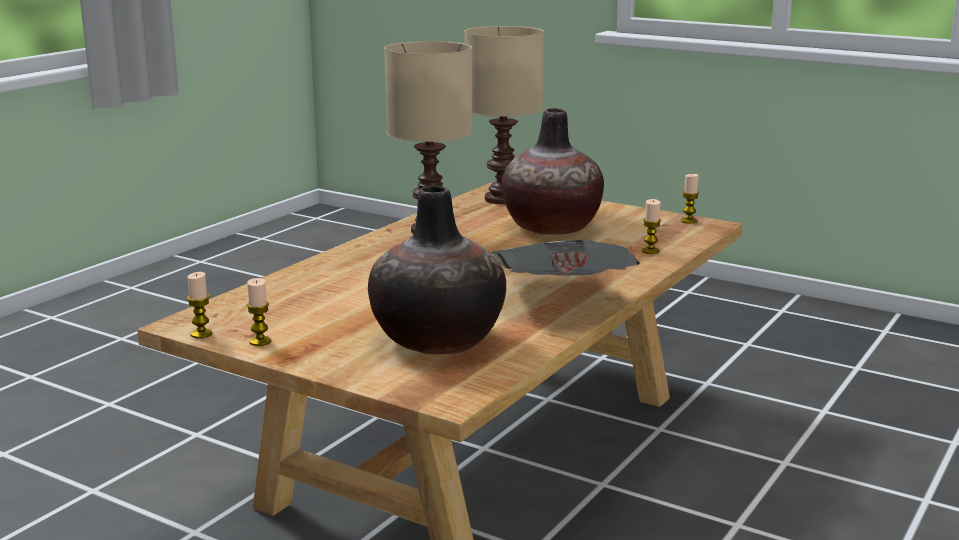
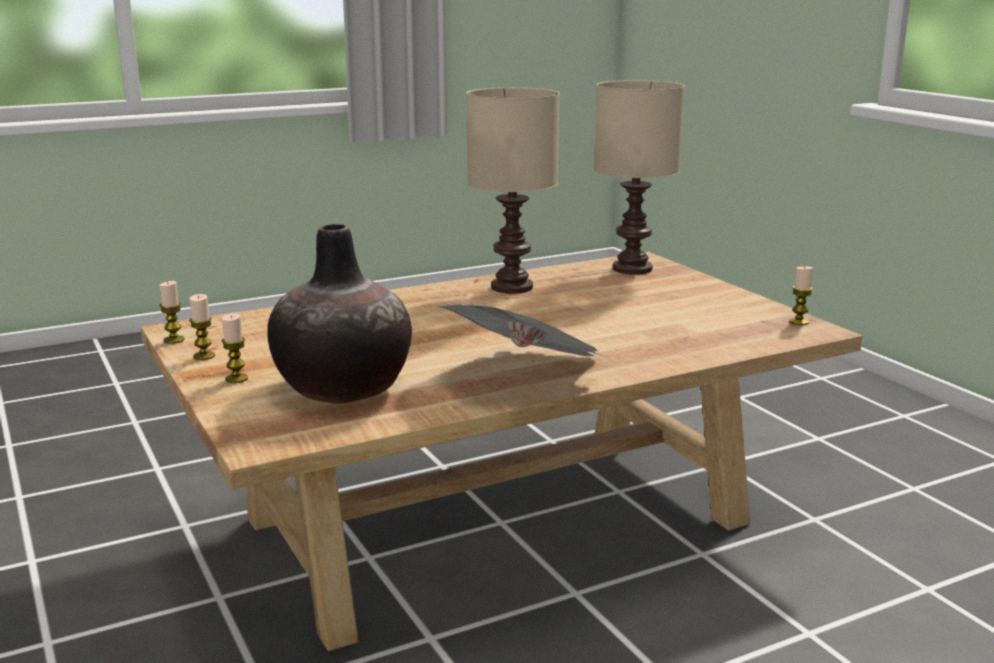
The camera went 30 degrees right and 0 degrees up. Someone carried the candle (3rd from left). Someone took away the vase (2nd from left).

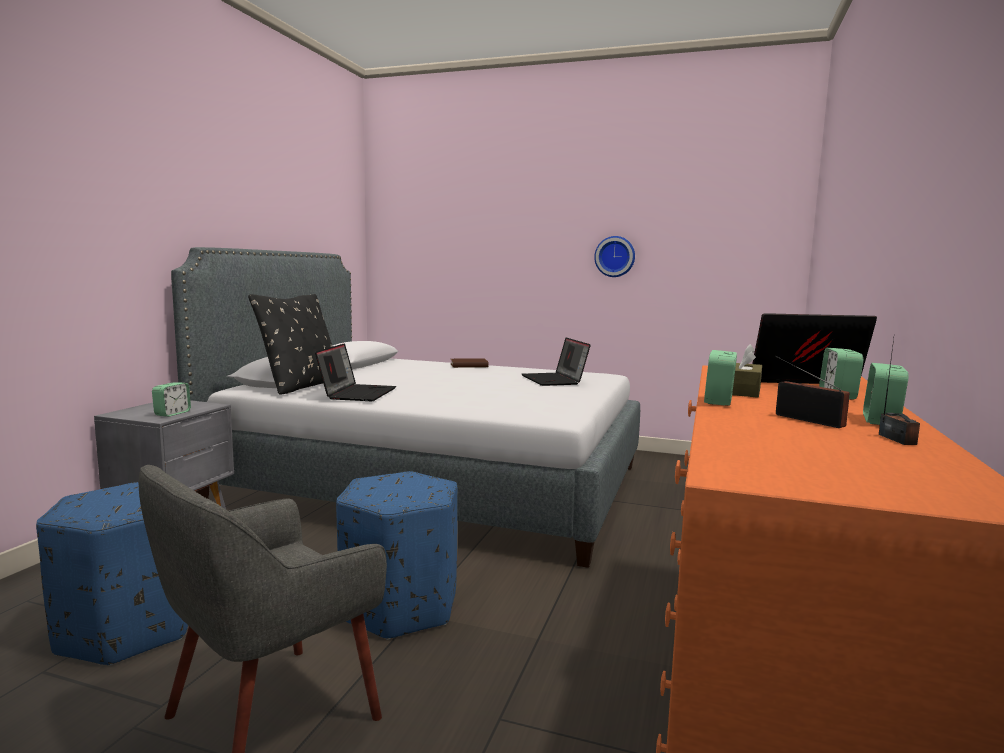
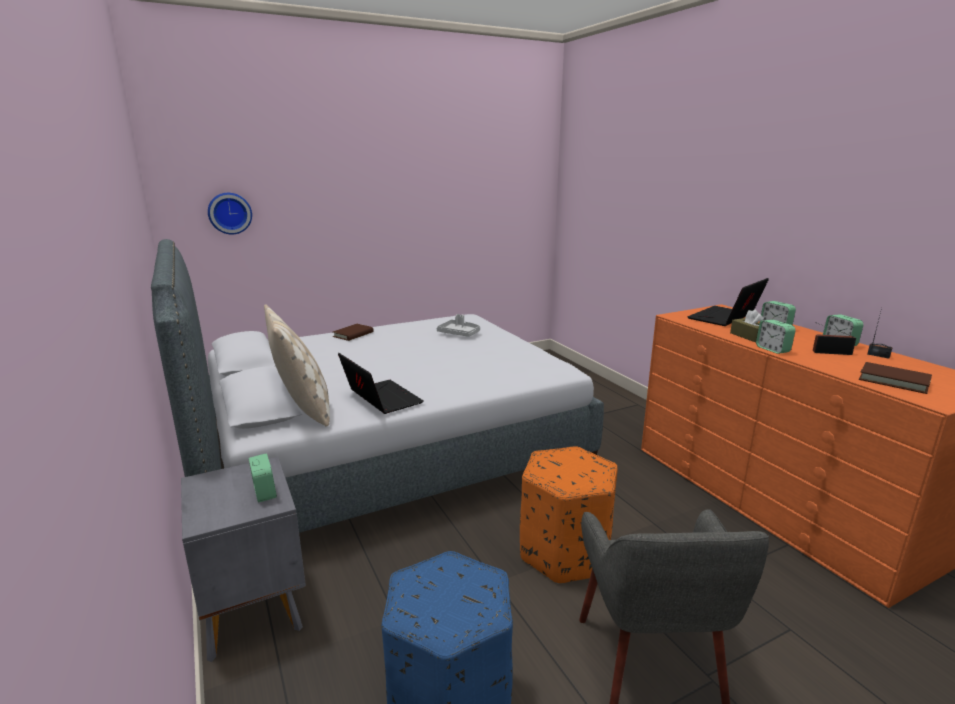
The camera went 45 degrees left and 10 degrees up. Someone carried the wall clock. Someone repainted the black pillow, which became the beige pillow. Someone swapped the laptop (2nd from left) for the grey tray. Someone repainted the blue ottoman (2nd from left), which became the orange ottoman. Someone put down the brown book (2nd from left).

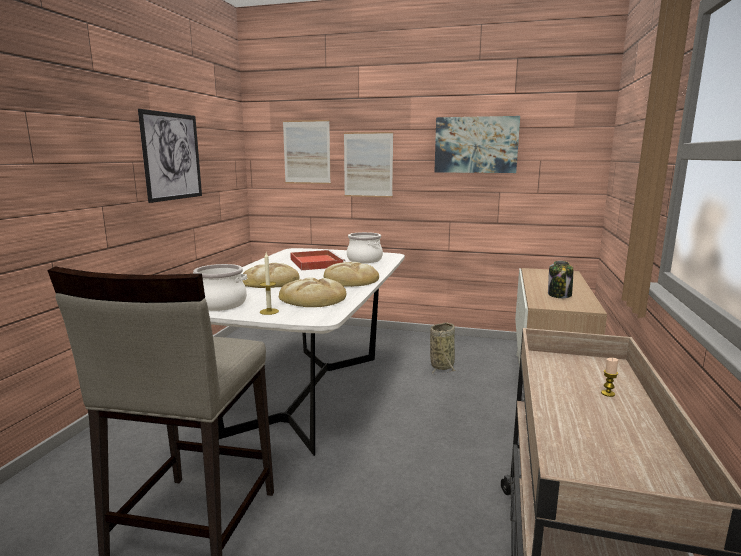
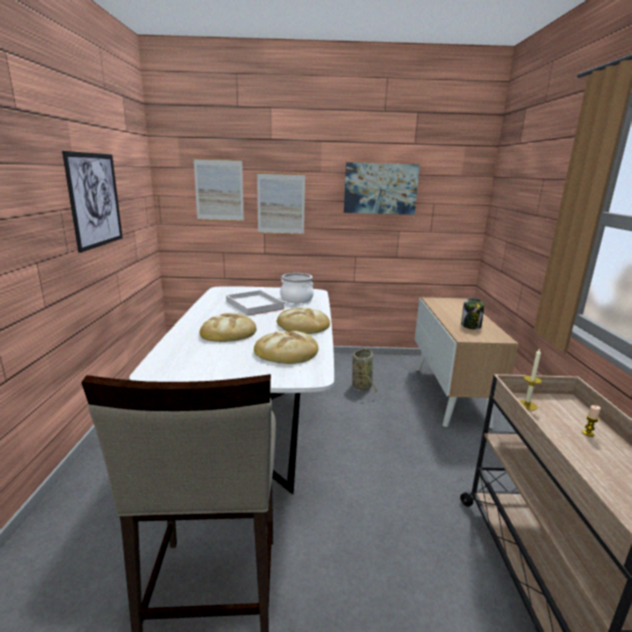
The camera went 15 degrees left and 5 degrees up. Someone repainted the red tray, which became the white tray. Someone carried the candle (1st from left). Someone took away the cooking pot (1st from left).

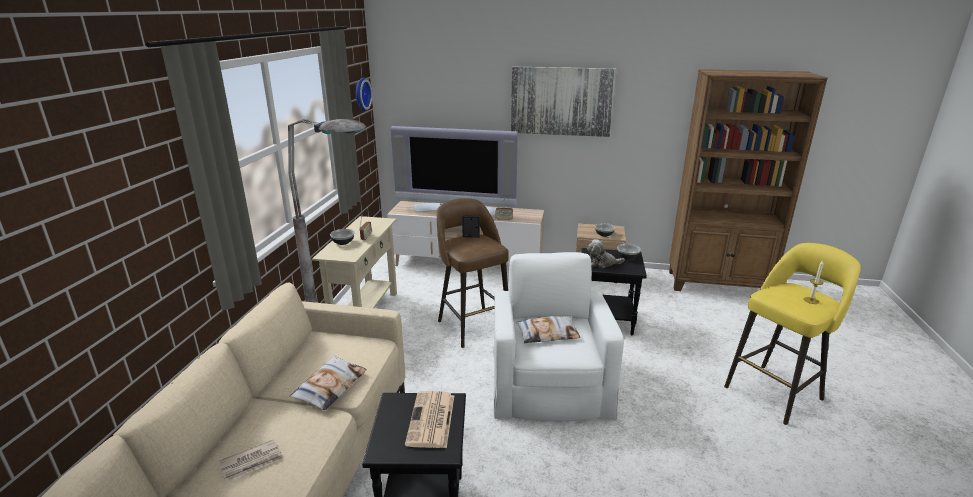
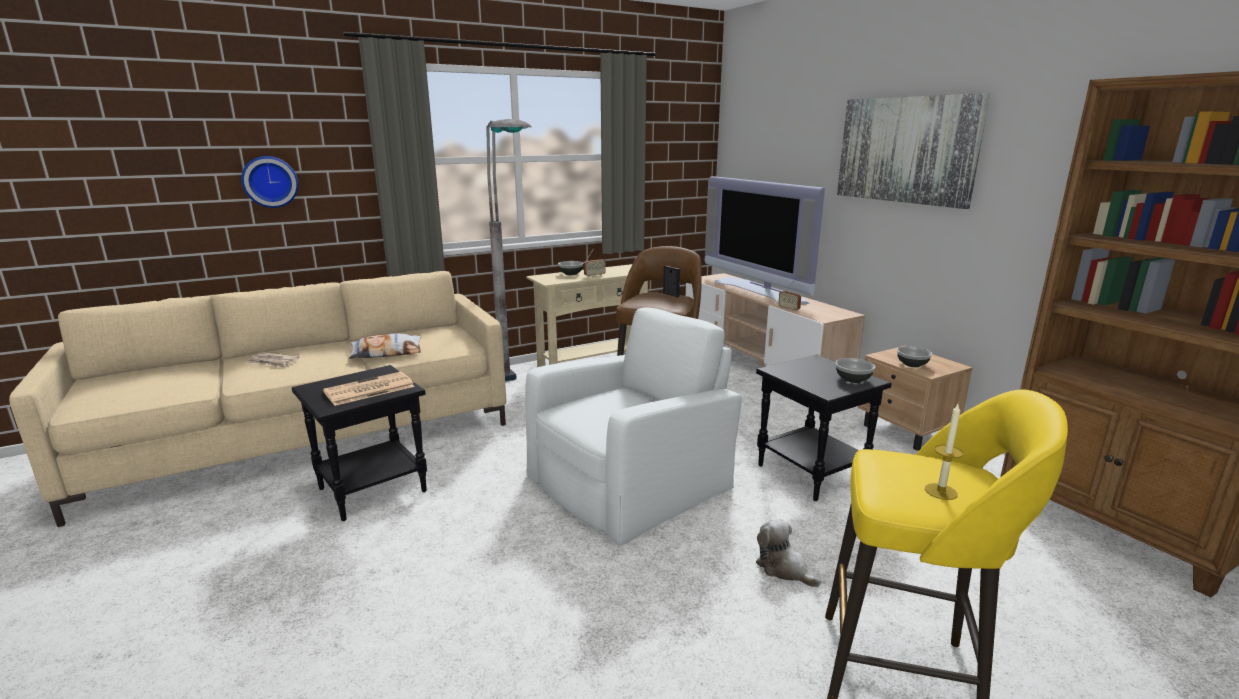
The camera went 50 degrees right and 5 degrees down. Someone carried the wall clock. Someone carried the plush toy. Someone took away the pillow (2nd from left).

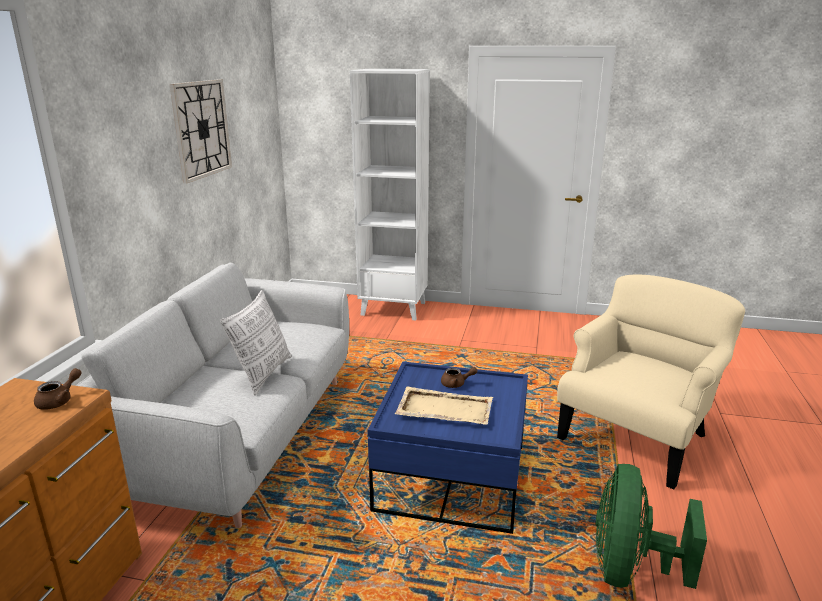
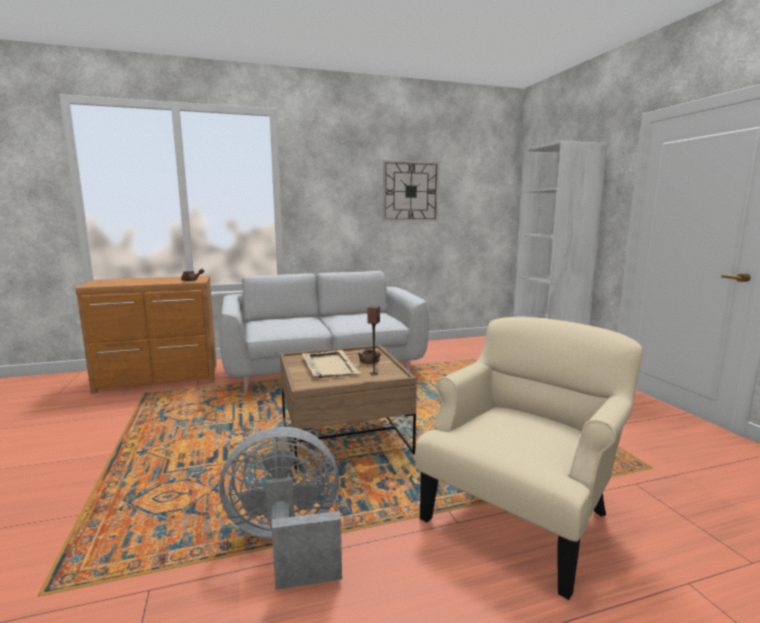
The camera went 60 degrees right and 10 degrees down. Someone repainted the green fan, which became the grey fan. Someone repainted the blue coffee table, which became the brown coffee table. Someone put down the speaker. Someone rotated the beige armchair by 60 degrees counterclockwise. Someone took away the pillow.

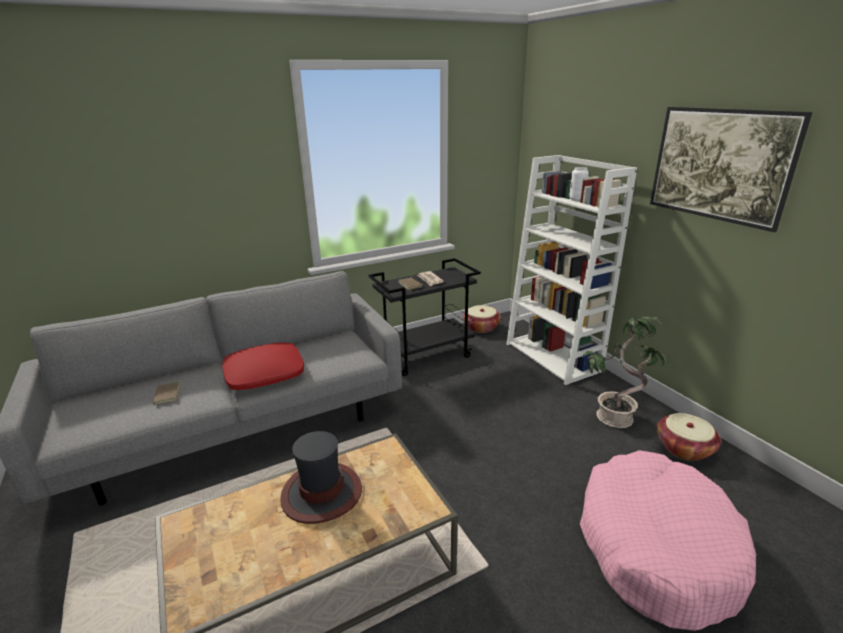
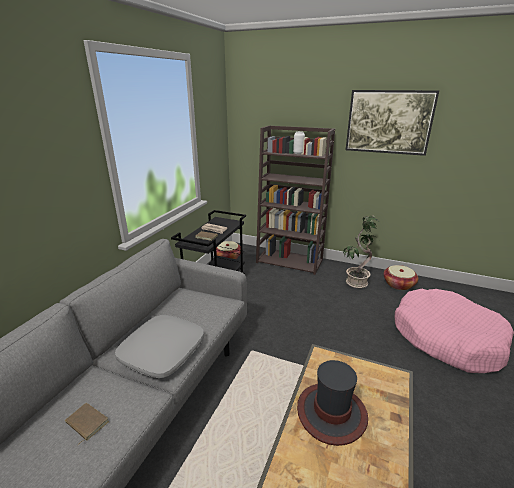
The camera went 40 degrees left and 0 degrees up. Someone repainted the red pillow, which became the grey pillow. Someone repainted the white bookcase, which became the brown bookcase.

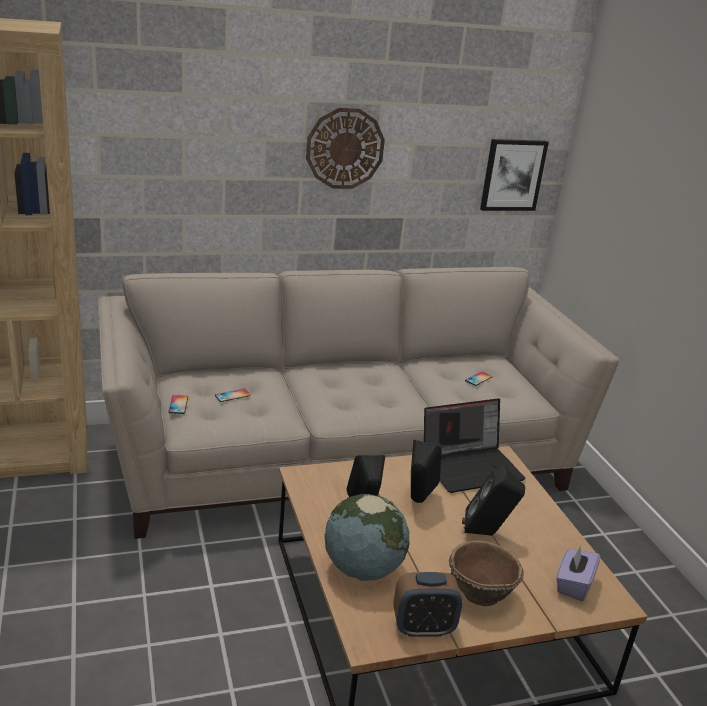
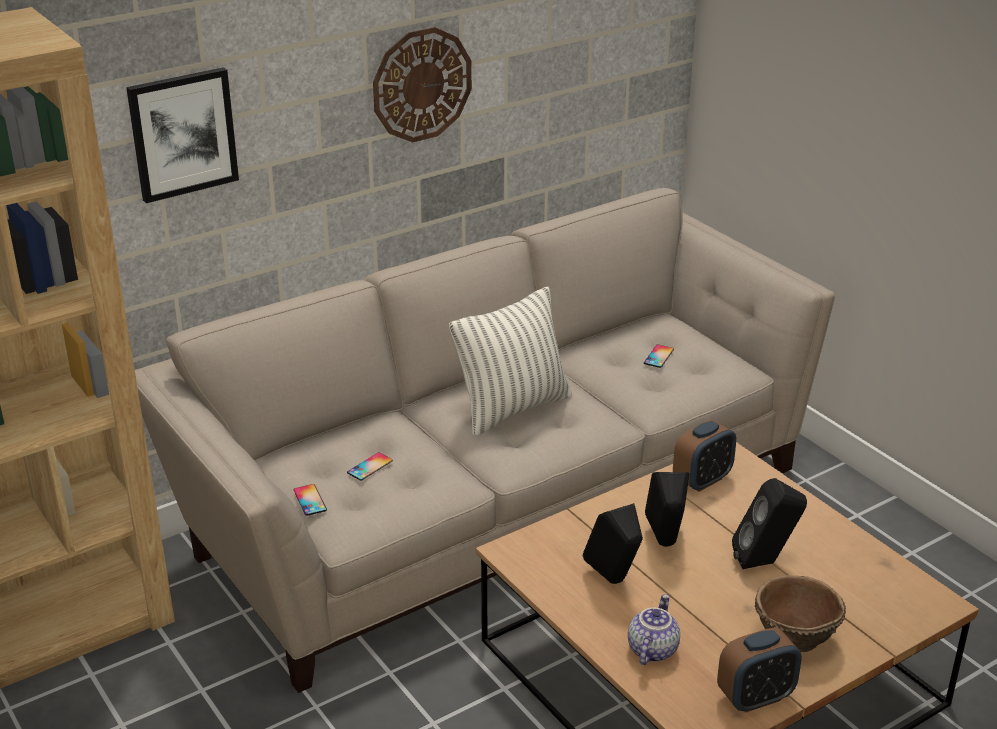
The camera went 15 degrees left and 5 degrees up. Someone carried the picture. Someone put down the pillow. Someone swapped the globe for the teapot. Someone swapped the laptop for the alarm clock (1st from left). Someone took away the purple tissue box.

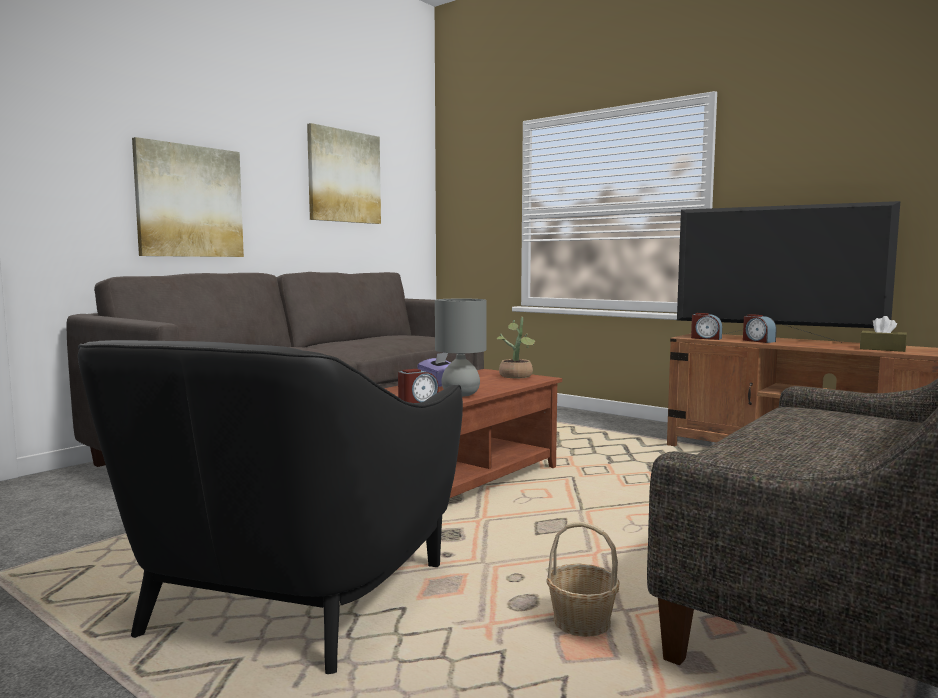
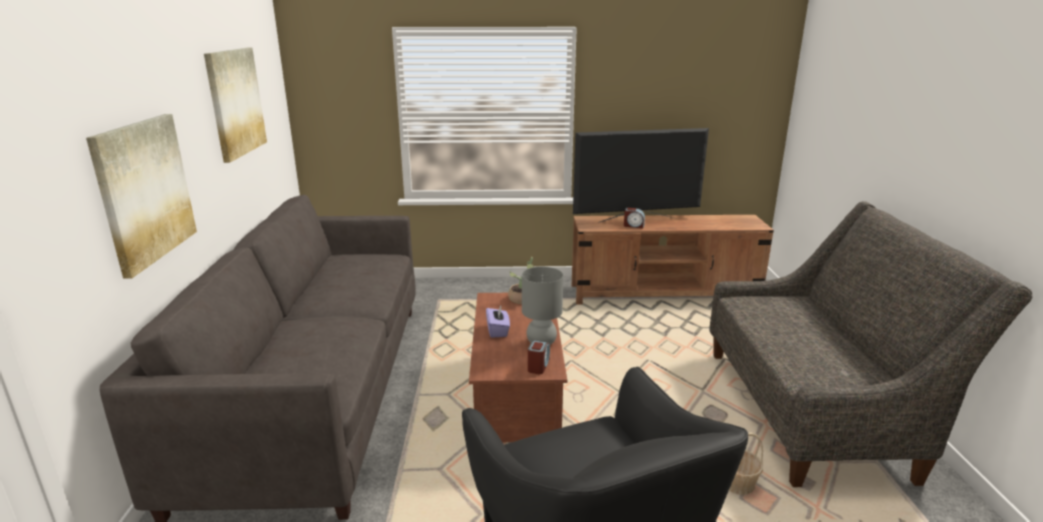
The camera went 40 degrees left and 15 degrees up. Someone took away the alarm clock (2nd from left). Someone took away the brown tissue box.

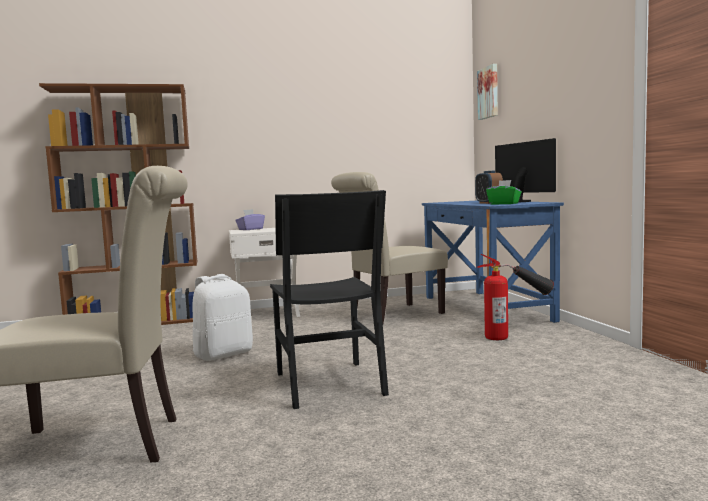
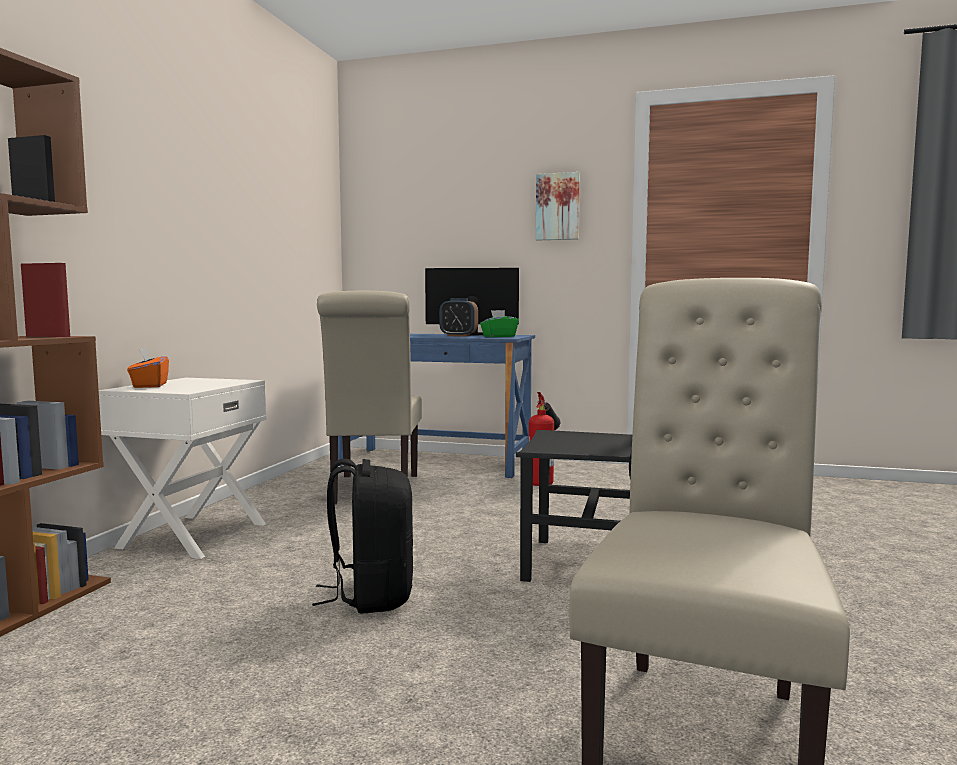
The camera went 60 degrees left and 0 degrees up. Someone repainted the purple tissue box, which became the orange tissue box. Someone repainted the white backpack, which became the black backpack. Someone carried the picture.

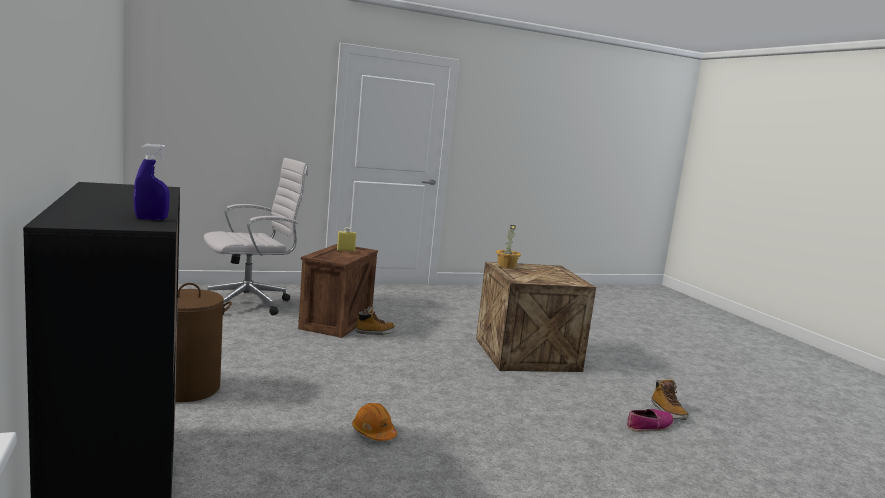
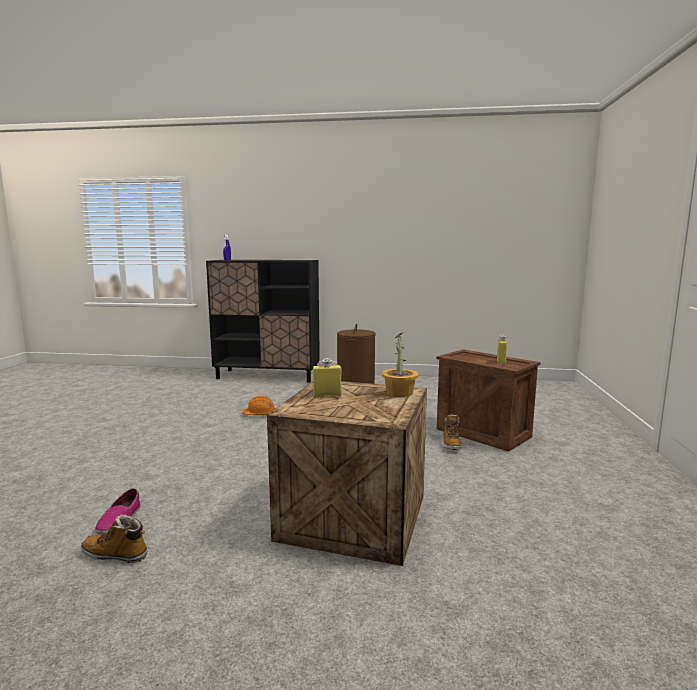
The camera went 120 degrees right and 0 degrees up. Someone put down the yellow bottle (1st from left). Someone took away the white office chair.

